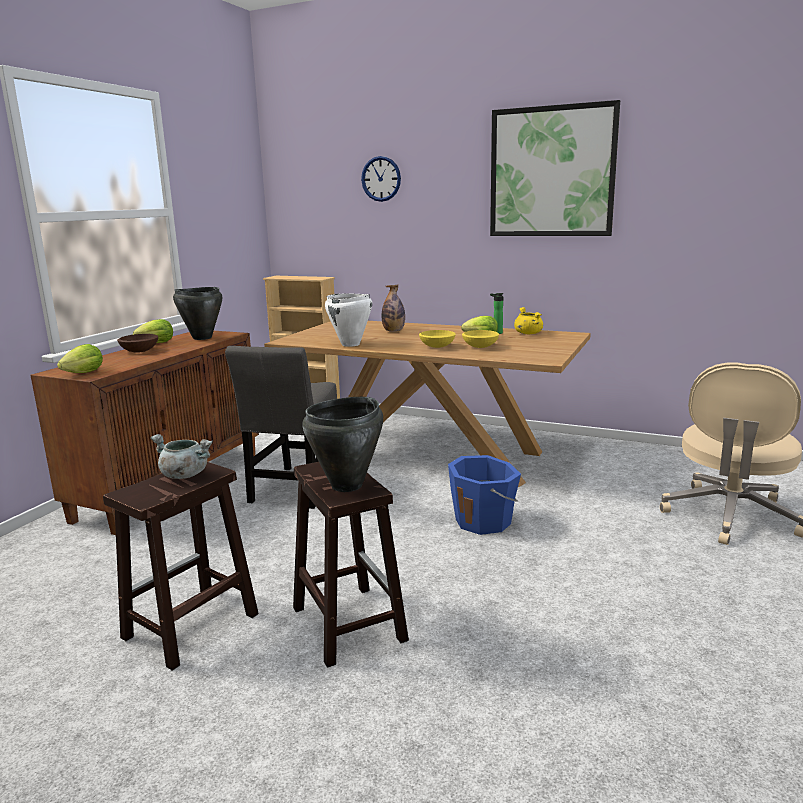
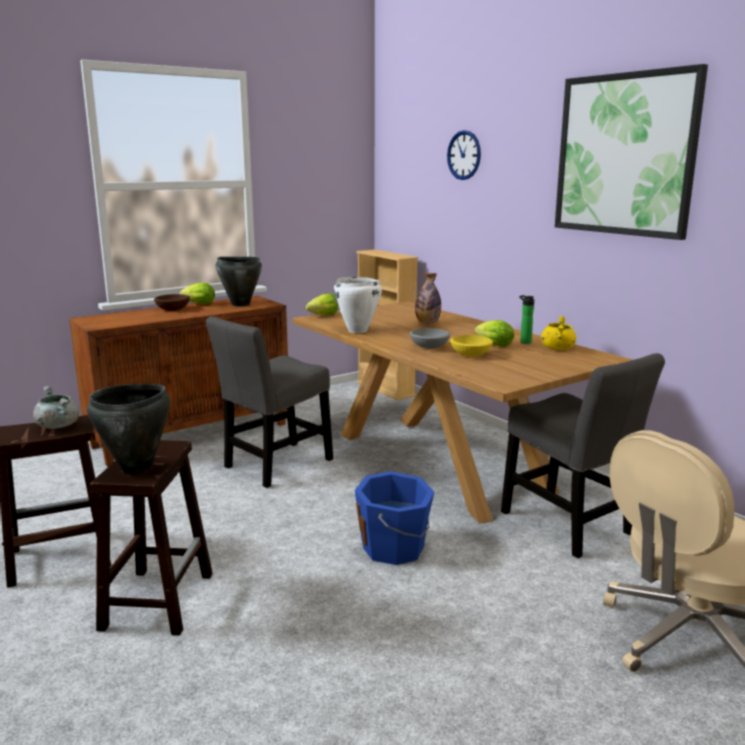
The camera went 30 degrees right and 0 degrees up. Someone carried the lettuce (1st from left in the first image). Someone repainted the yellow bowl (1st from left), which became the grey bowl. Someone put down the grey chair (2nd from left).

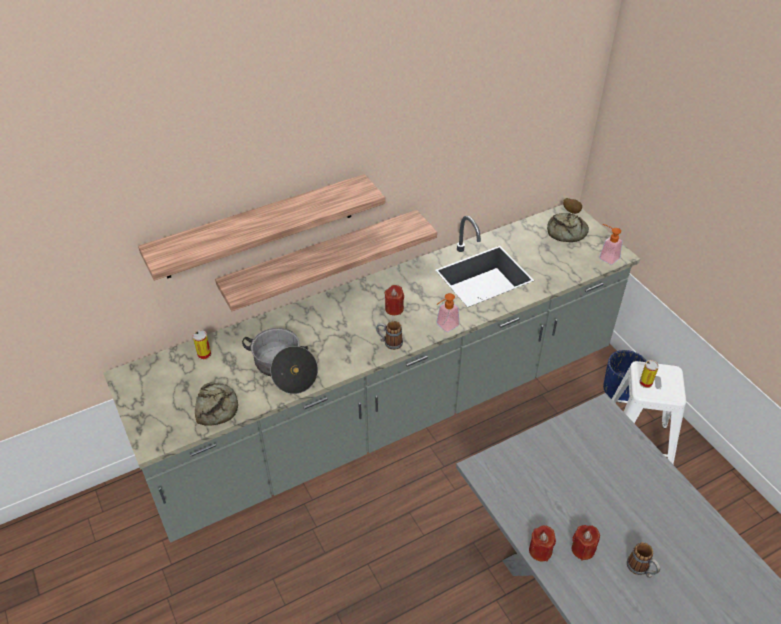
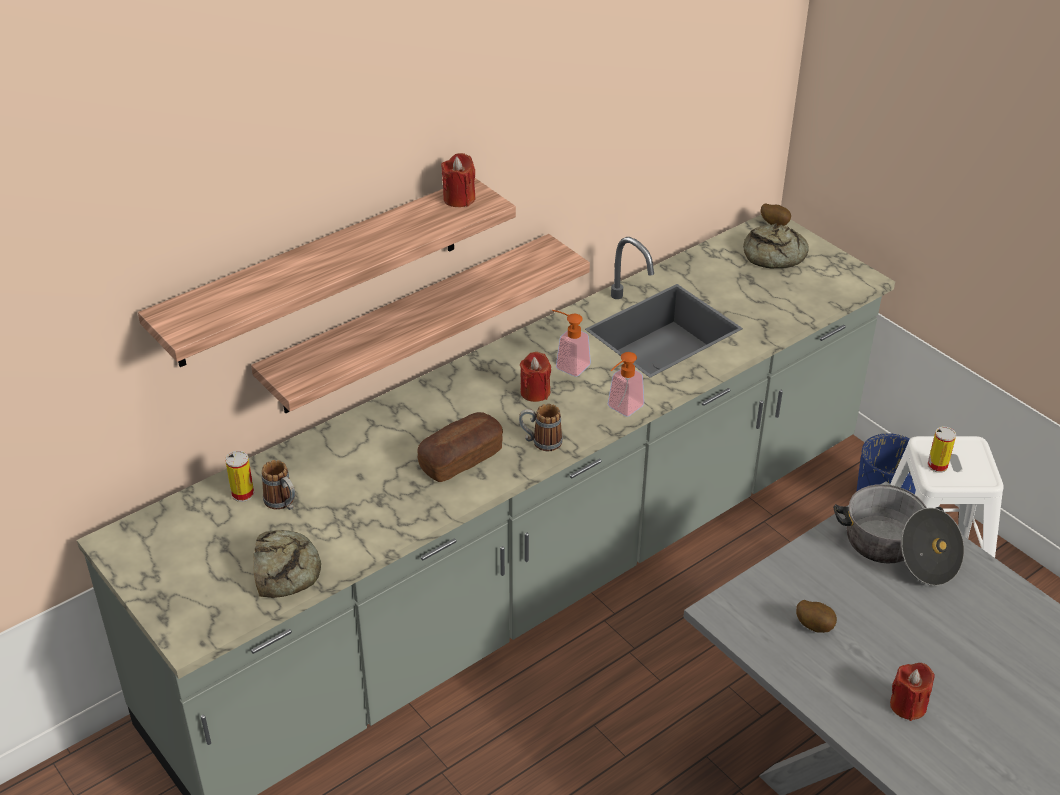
The camera went 10 degrees left and 5 degrees down. Someone carried the mug (2nd from left in the first image). Someone put down the bread (2nd from left). Someone carried the red candle (2nd from left in the first image). Someone carried the soap dispenser (2nd from left in the first image). Someone put down the potato (2nd from left). Someone carried the cooking pot.

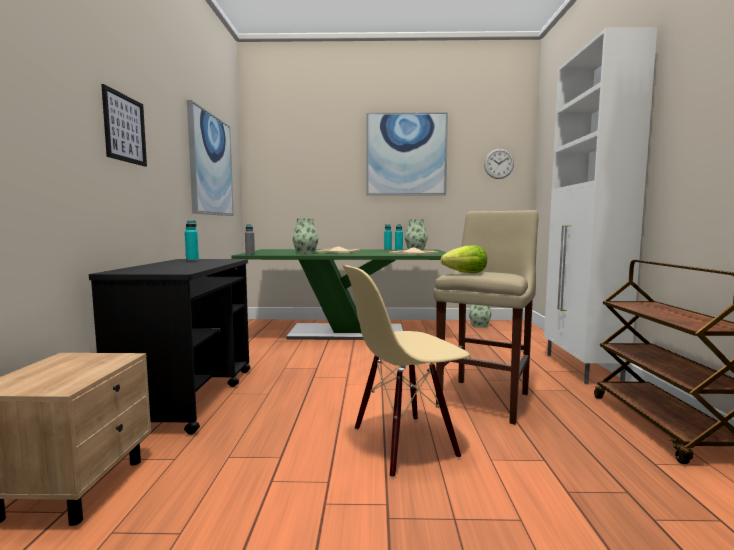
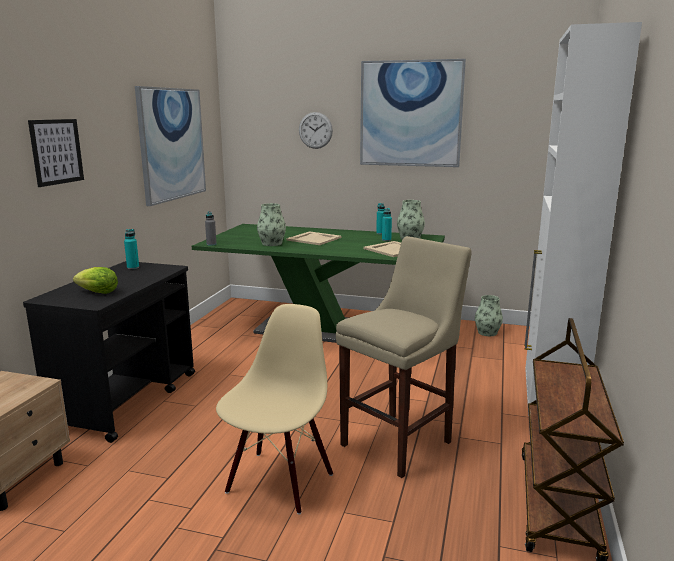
The camera went 15 degrees right and 10 degrees up. Someone carried the lettuce. Someone rotated the beige chair by 120 degrees clockwise. Someone carried the wall clock.

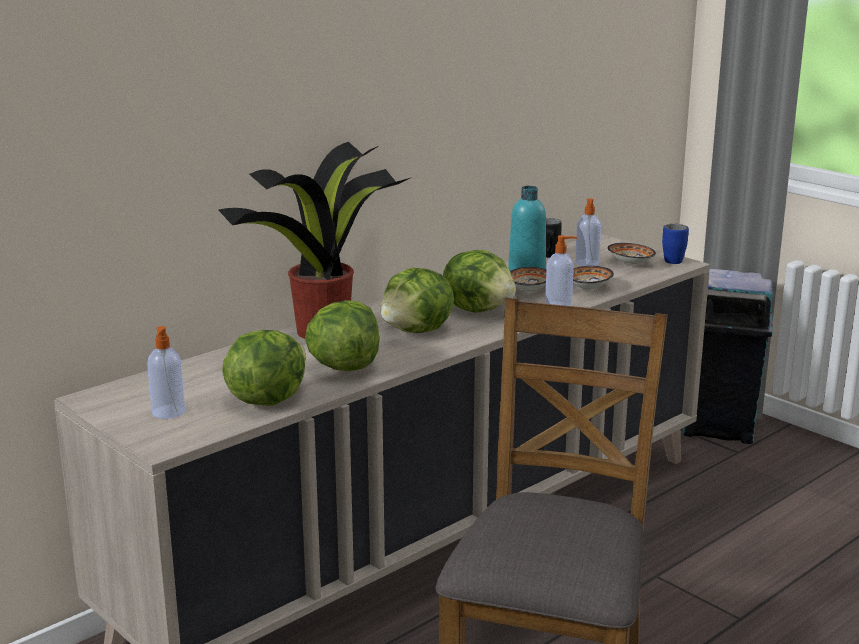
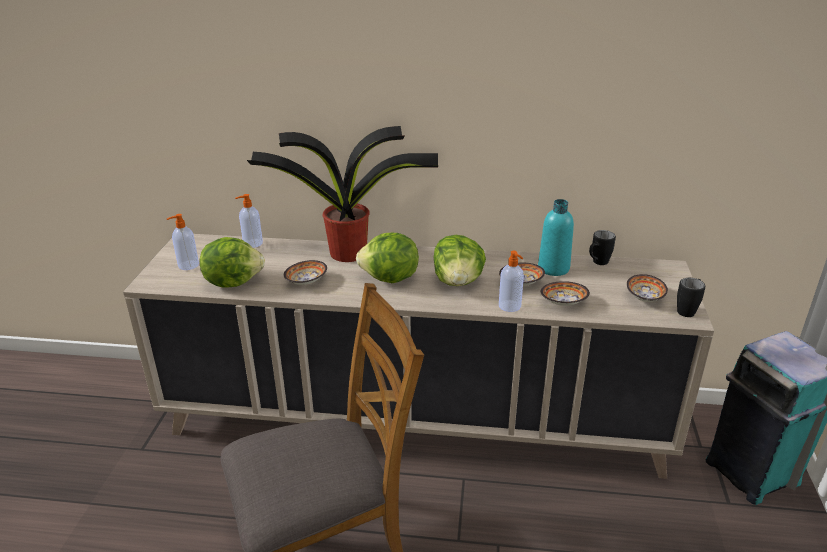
The camera went 50 degrees right and 10 degrees up. Someone carried the soap dispenser (3rd from left in the first image). Someone swapped the lettuce (2nd from left) for the bowl (1st from left). Someone repainted the blue mug, which became the black mug (2nd from left).

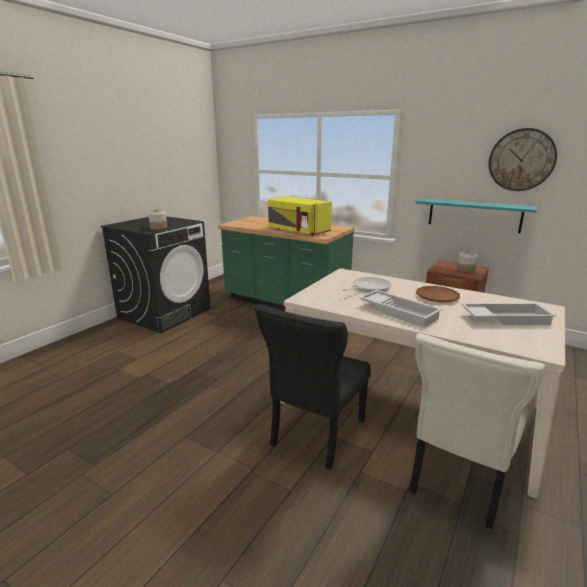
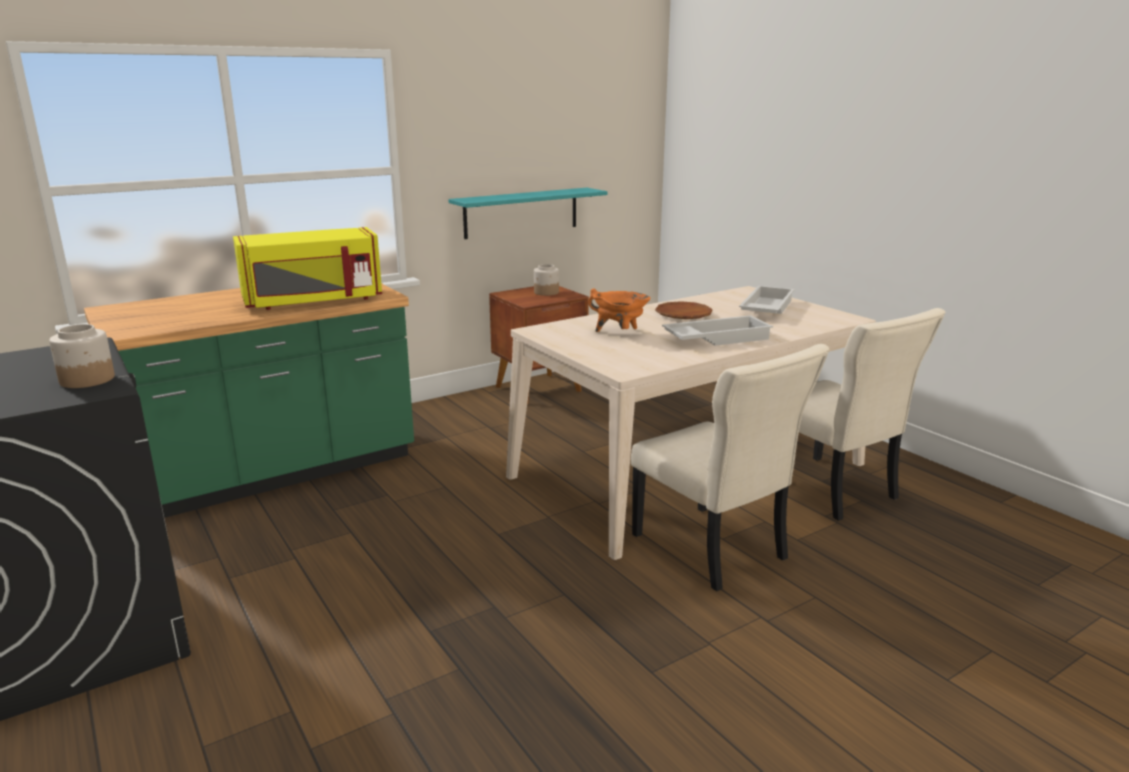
The camera went 65 degrees left and 0 degrees up. Someone swapped the frying pan for the orange cooking pot. Someone repainted the black chair, which became the beige chair (1st from left). Someone took away the wall clock.

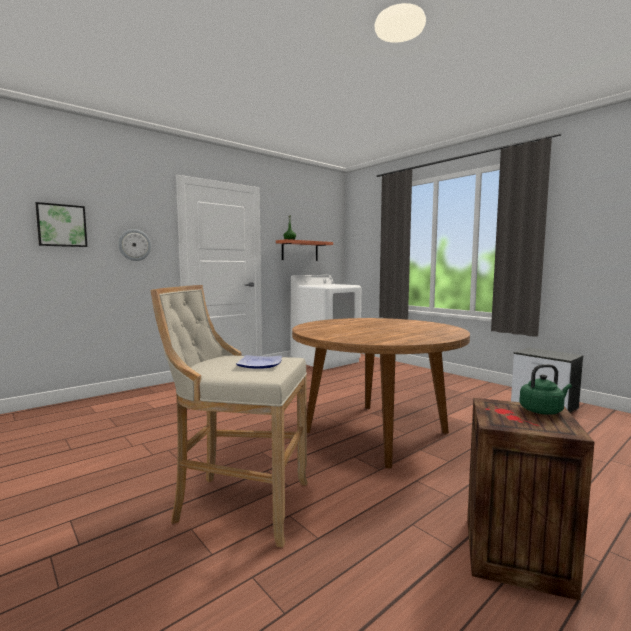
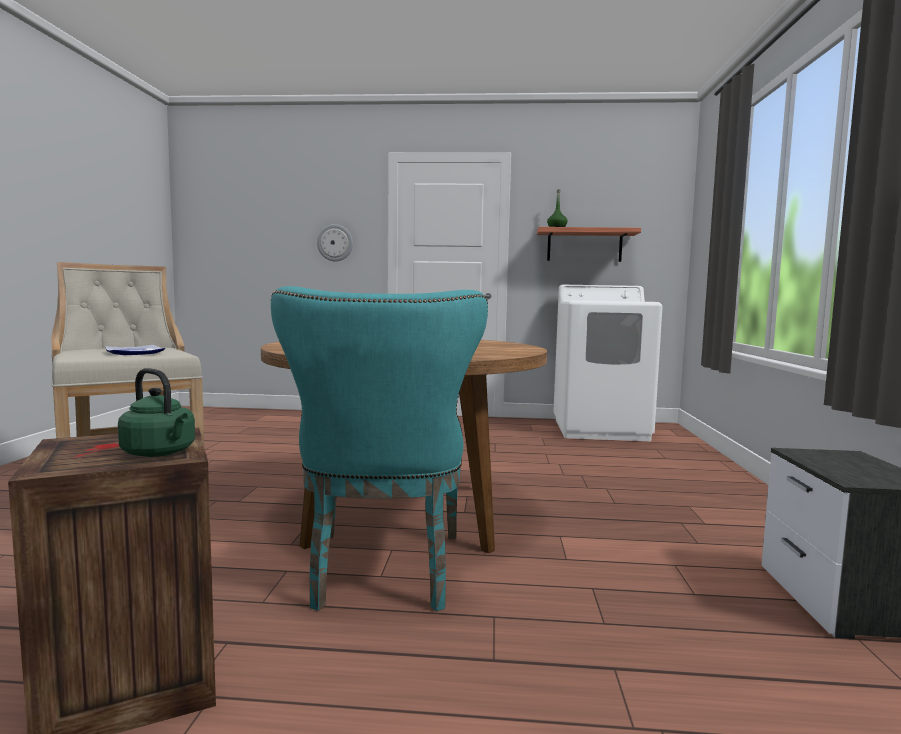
The camera went 45 degrees right and 0 degrees up. Someone put down the turquoise chair. Someone took away the picture.

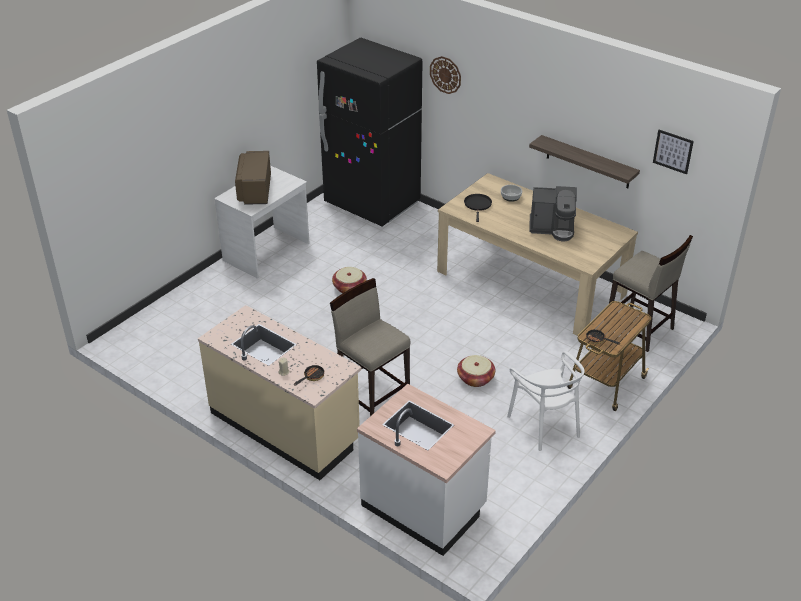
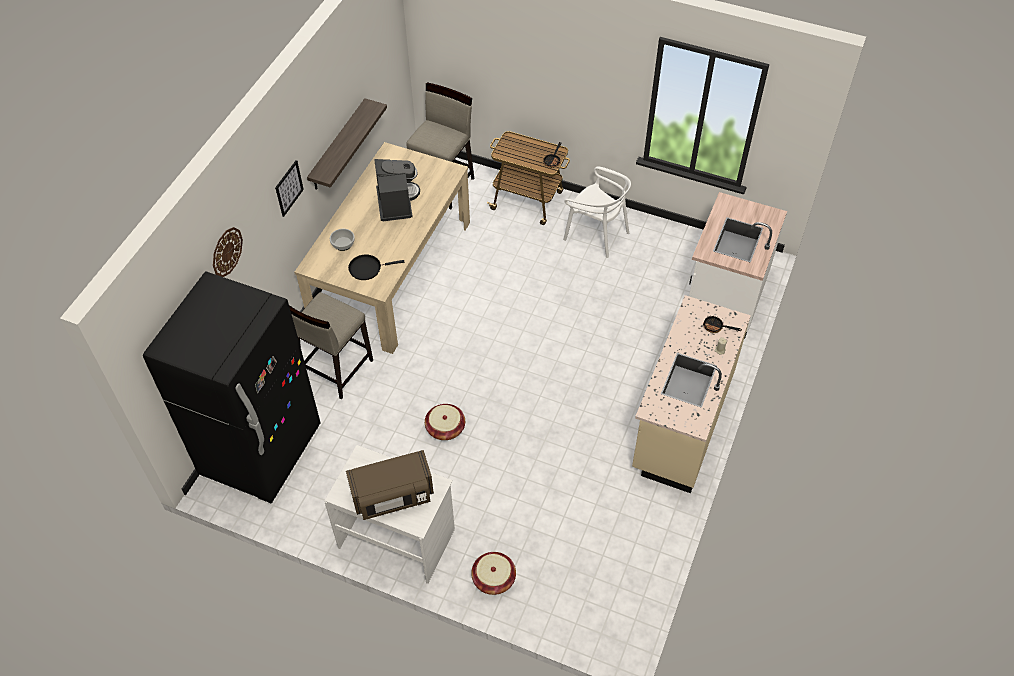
The camera went 105 degrees left and 15 degrees up. Someone carried the picture. Someone carried the beige stool (1st from left). Someone carried the basket (2nd from left). Someone rotated the white chair by 75 degrees clockwise.

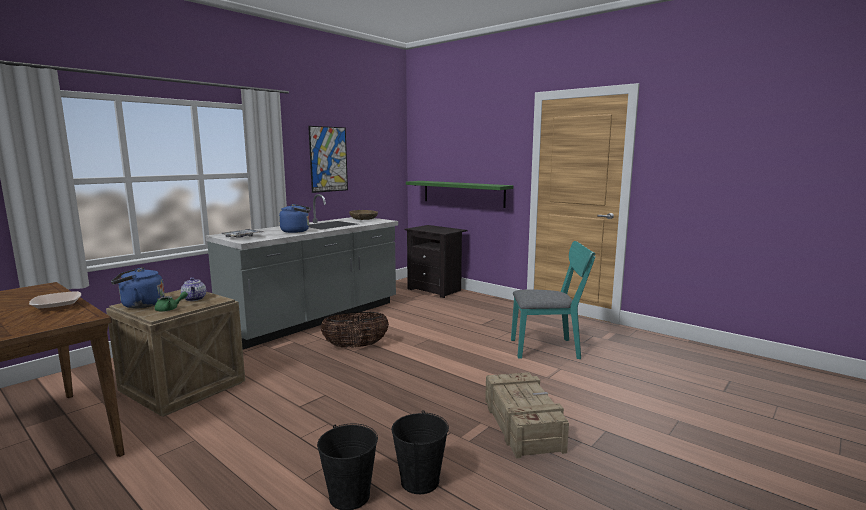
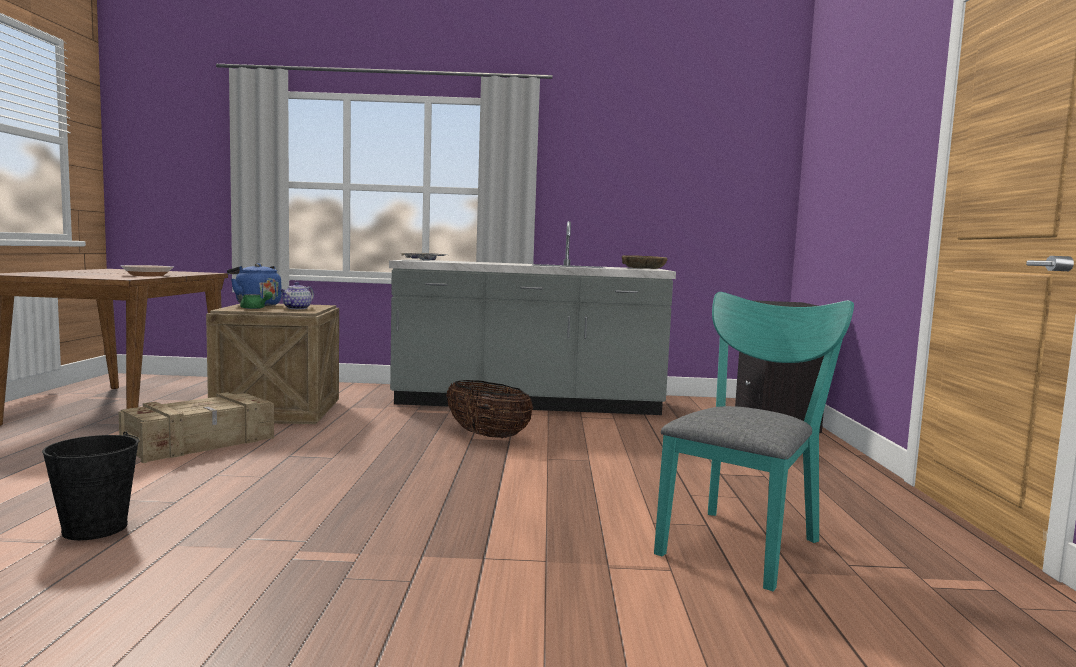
The camera went 50 degrees right and 5 degrees down. Someone carried the crate (2nd from left in the first image). Someone rotated the turquoise chair by 105 degrees counterclockwise. Someone took away the blue kettle (2nd from left). Someone took away the picture. Someone took away the black bucket (2nd from left). Someone took away the green shelf.

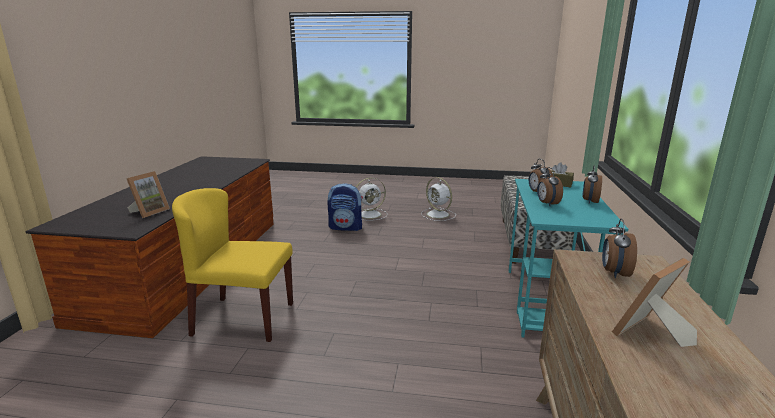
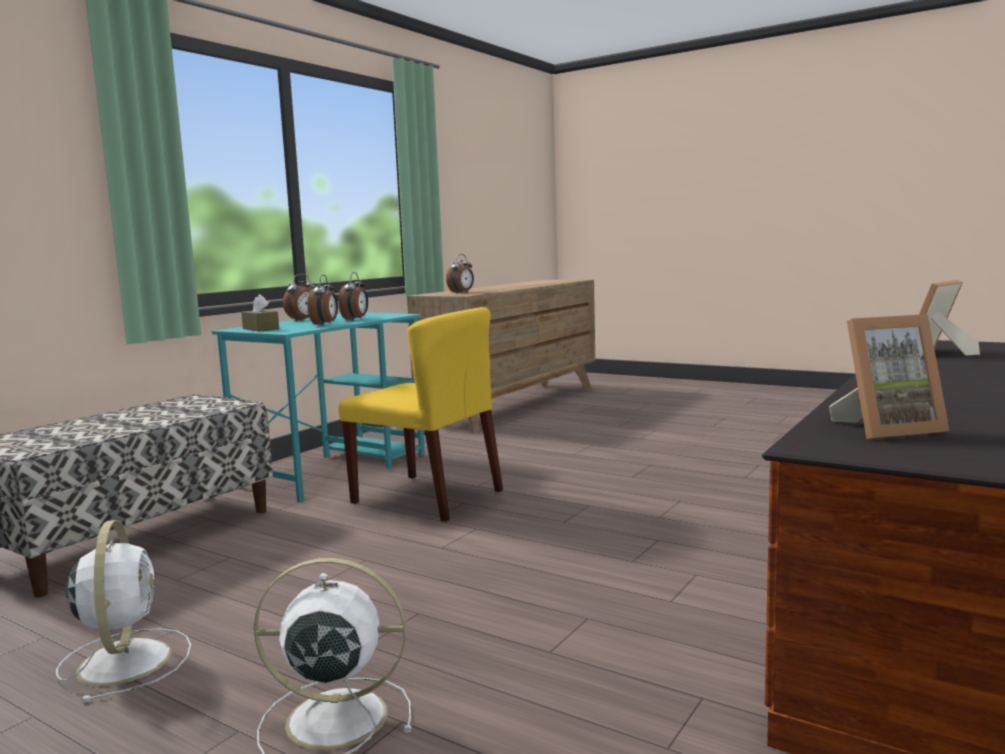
The camera went 155 degrees left and 10 degrees down. Someone carried the yellow chair. Someone carried the picture frame (2nd from left in the first image). Someone took away the backpack.

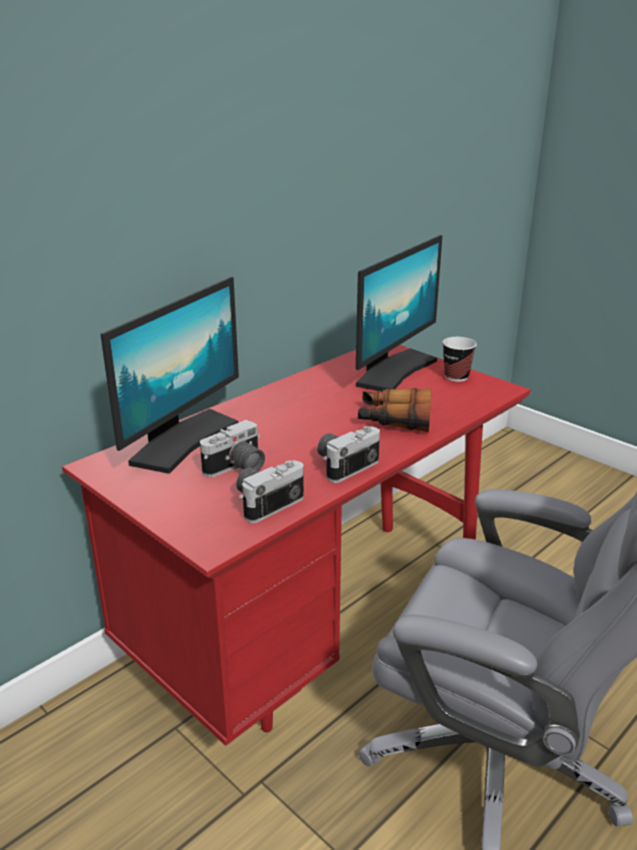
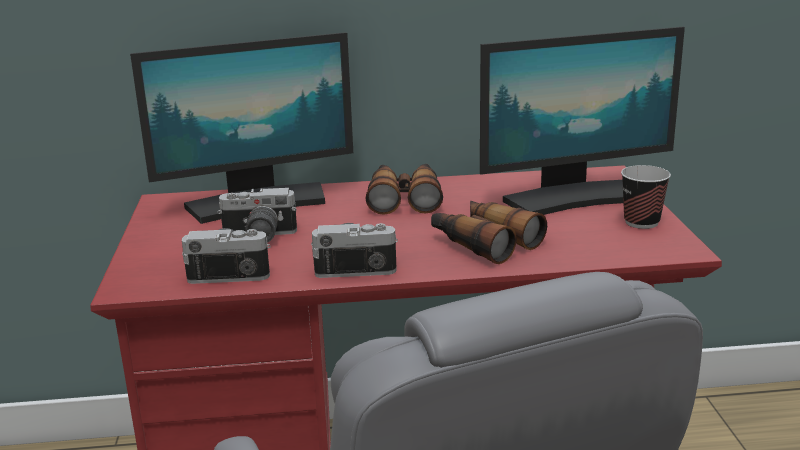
The camera went 40 degrees right and 5 degrees down. Someone put down the binoculars (1st from left).

